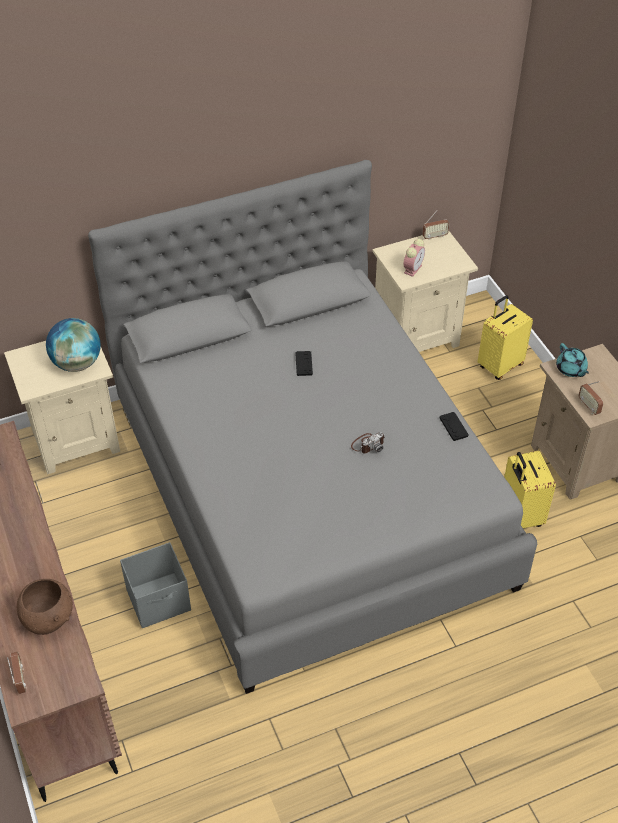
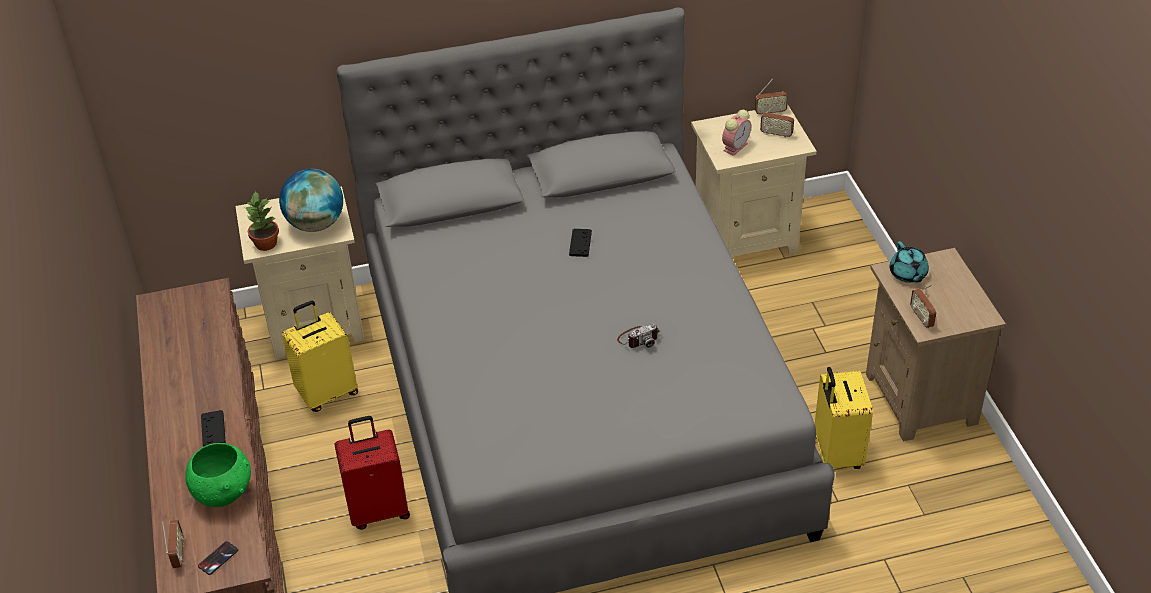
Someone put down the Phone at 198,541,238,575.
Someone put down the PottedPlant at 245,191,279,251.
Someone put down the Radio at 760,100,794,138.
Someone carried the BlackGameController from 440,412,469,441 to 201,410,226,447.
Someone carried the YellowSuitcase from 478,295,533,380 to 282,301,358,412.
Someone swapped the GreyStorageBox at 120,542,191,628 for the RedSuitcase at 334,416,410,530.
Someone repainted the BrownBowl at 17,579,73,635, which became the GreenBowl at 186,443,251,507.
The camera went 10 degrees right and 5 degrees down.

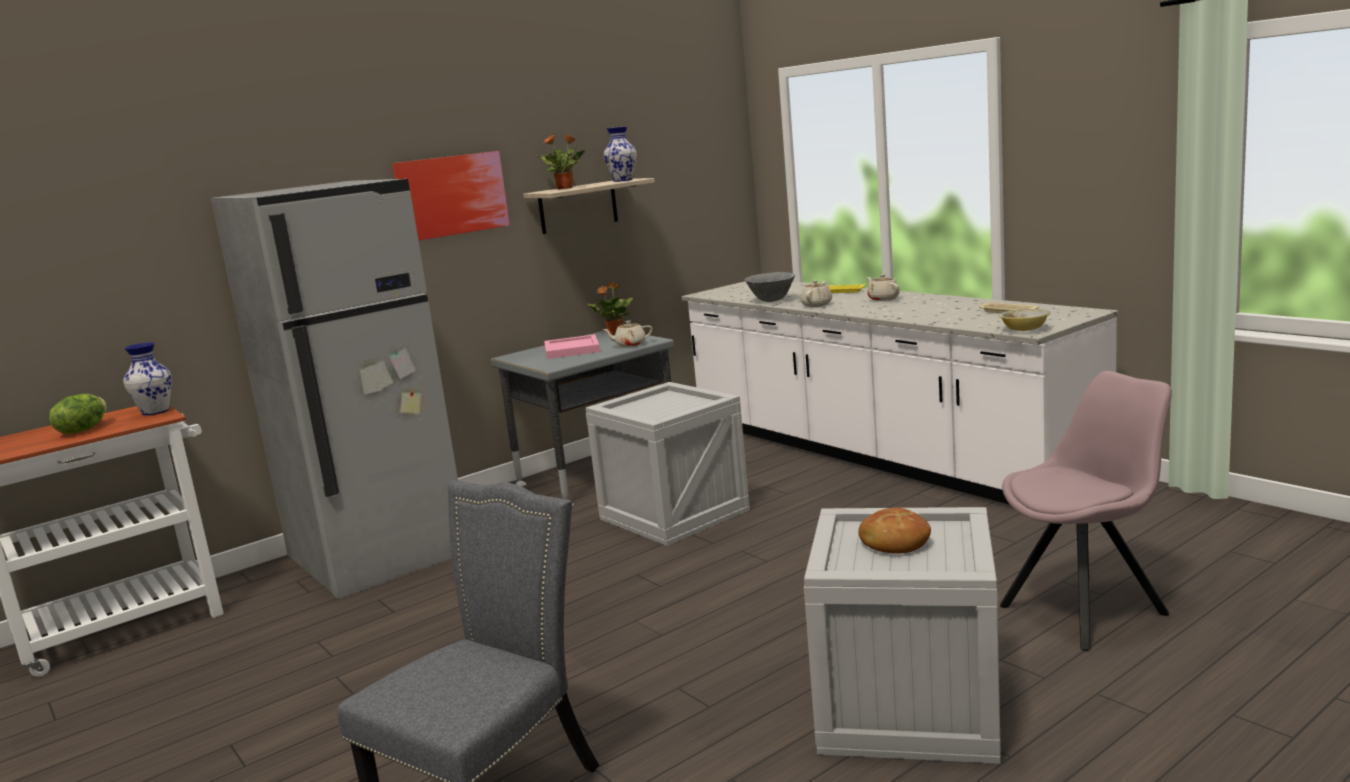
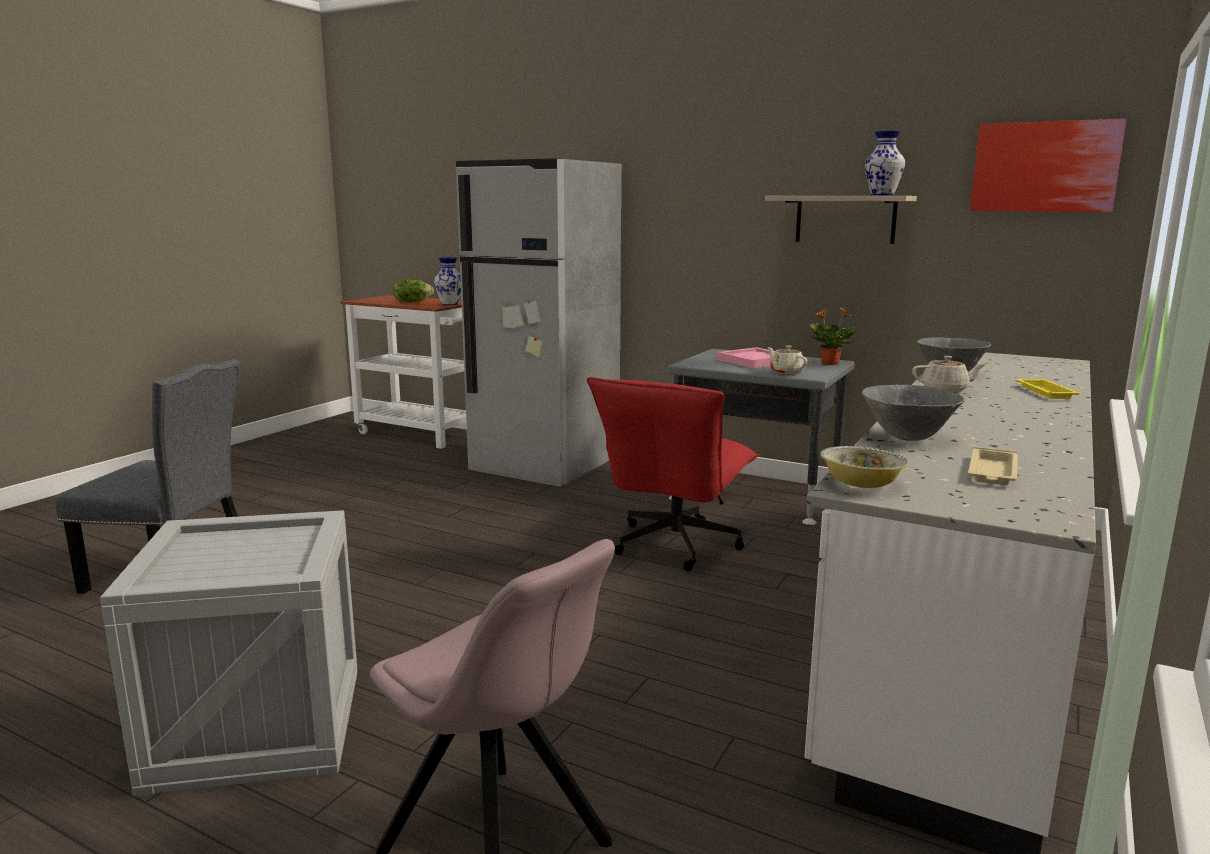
Someone took away the PottedPlant at 538,134,585,189.
Someone took away the Bread at 858,507,931,554.
Someone took away the BeigeTeapot at 867,274,900,301.
Someone put down the GreyBowl at 862,385,965,441.
Someone carried the Picture from 392,151,510,241 to 970,118,1127,212.
Someone swapped the Crate at 586,382,750,546 for the RedOfficeChair at 587,377,761,572.
The camera went 65 degrees right and 0 degrees up.

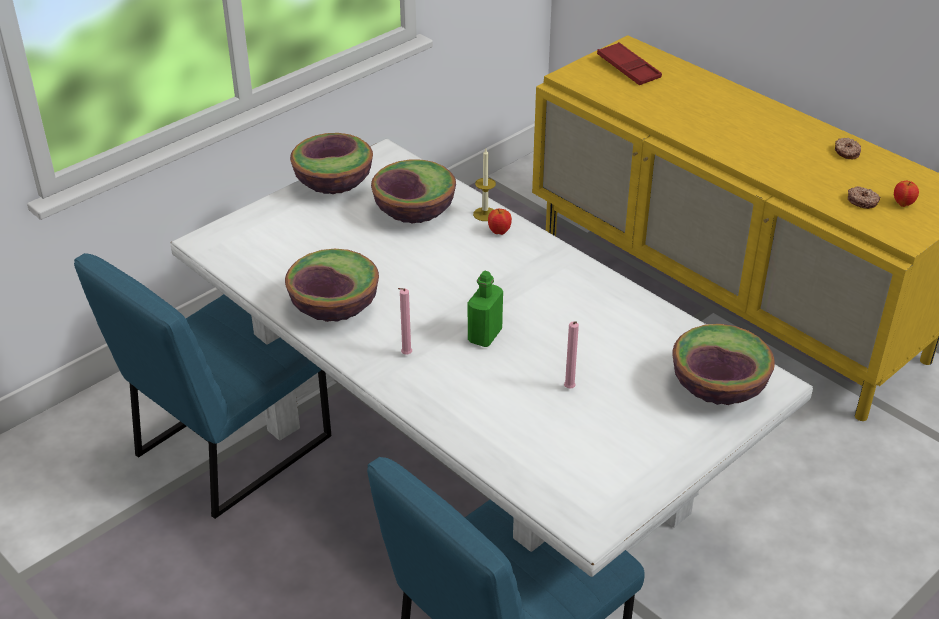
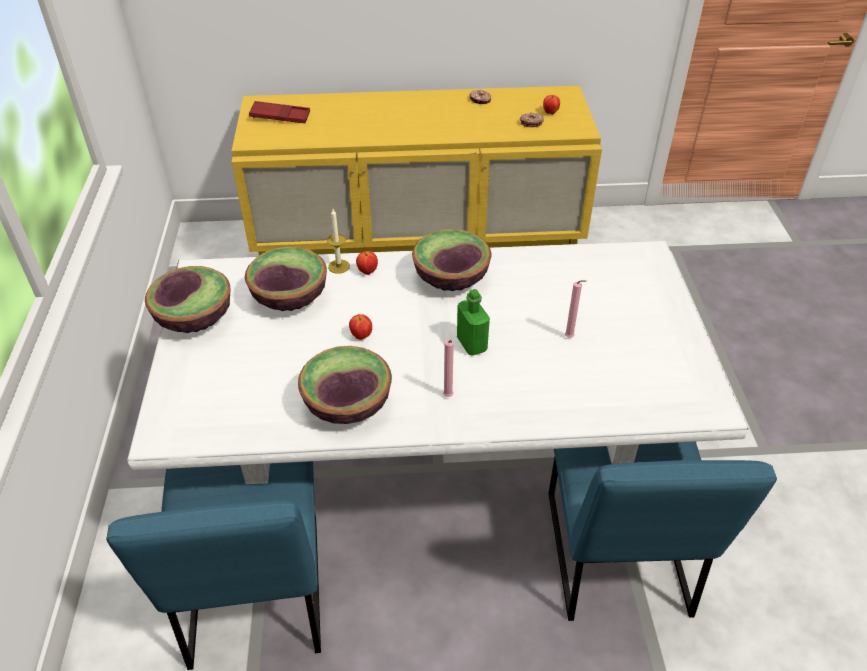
Someone put down the Apple at 349,314,372,340.
Someone carried the Bowl from 673,324,775,405 to 412,229,491,291.
The camera went 50 degrees left and 5 degrees up.

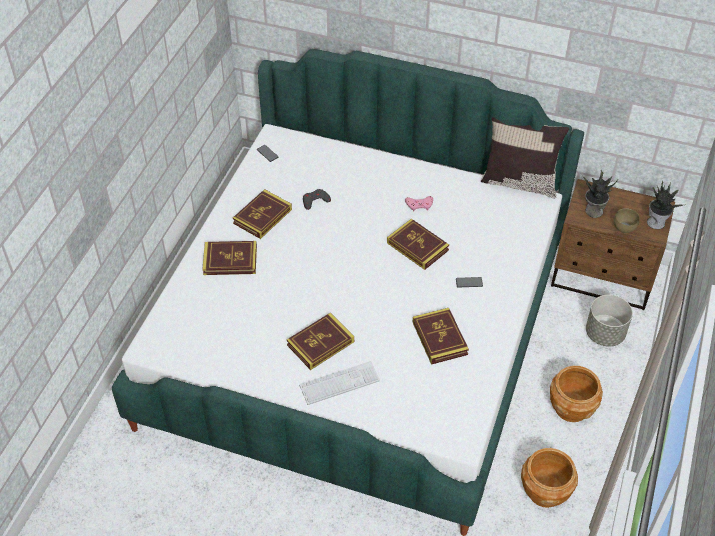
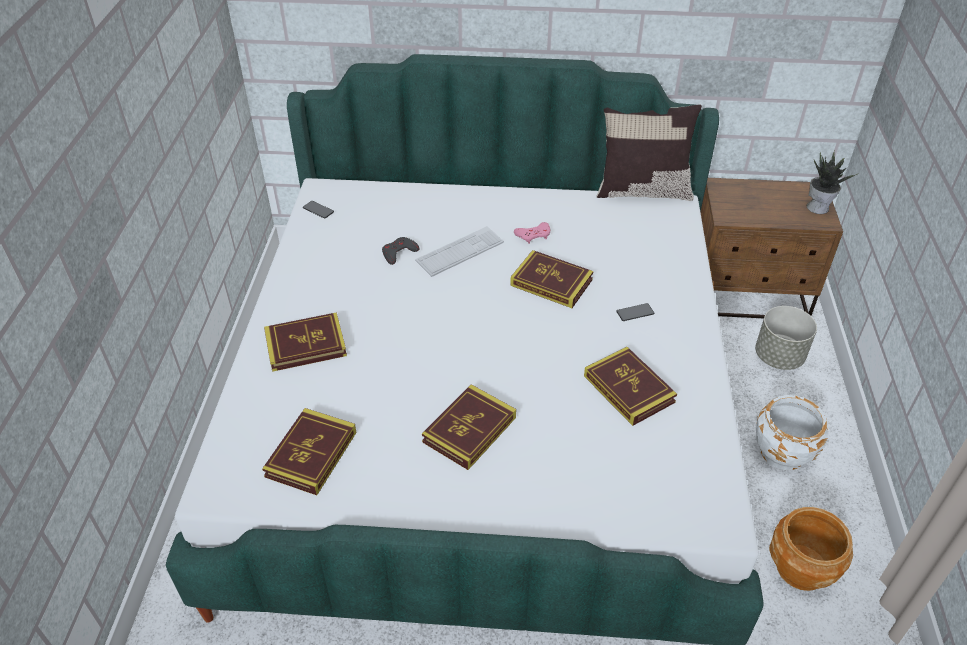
Someone took away the PottedPlant at 582,170,618,218.
Someone took away the BrownBowl at 614,208,640,233.
Someone carried the Book from 233,189,292,239 to 262,408,357,495.
Someone carried the Keyboard from 299,361,380,405 to 415,226,504,277.
Someone repainted the BrownPlanter at 550,366,603,422, which became the WhitePlanter at 756,395,828,470.
The camera went 15 degrees left and 5 degrees down.

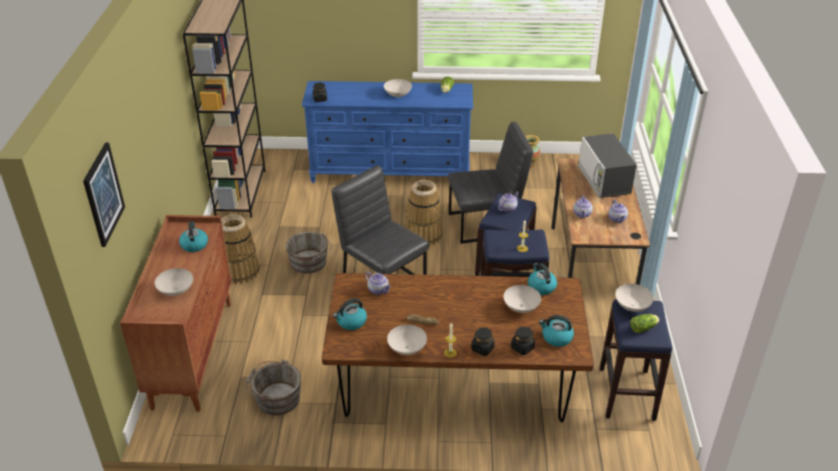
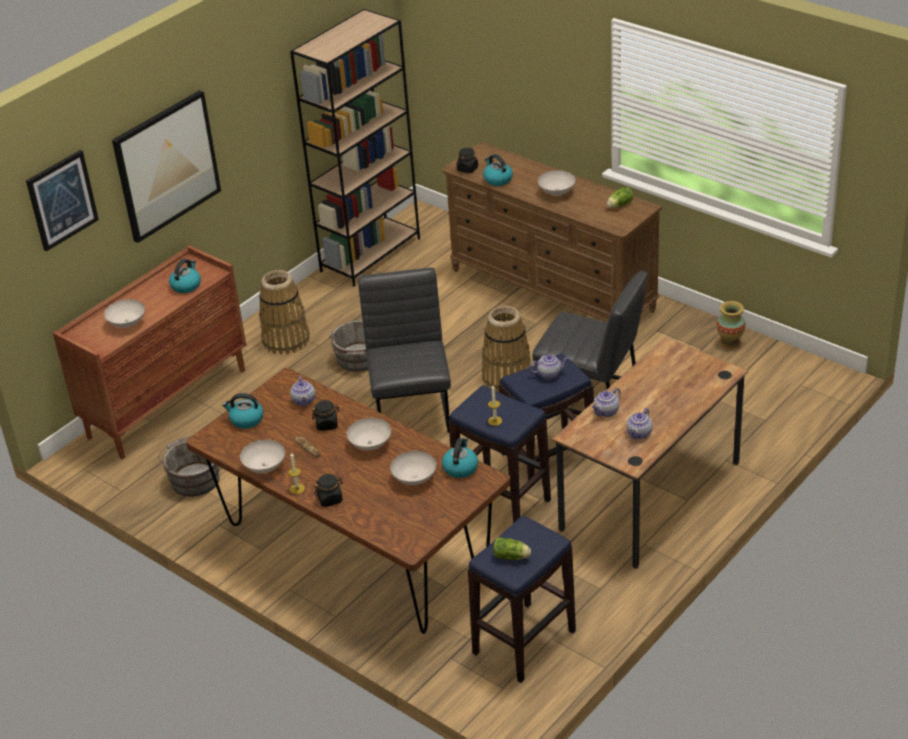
Someone took away the Microwave at 578,133,637,198.
Someone put up the Picture at 112,90,221,243.
Someone carried the BlackJar from 511,327,535,355 to 312,400,339,431.
Someone carried the Kettle from 539,315,574,347 to 483,154,513,186.
Someone carried the WhiteBowl from 615,284,654,312 to 346,418,391,450.
Someone repainted the BlueDresser at 302,81,473,183, which became the BrownDresser at 443,142,662,322.
The camera went 40 degrees right and 0 degrees up.

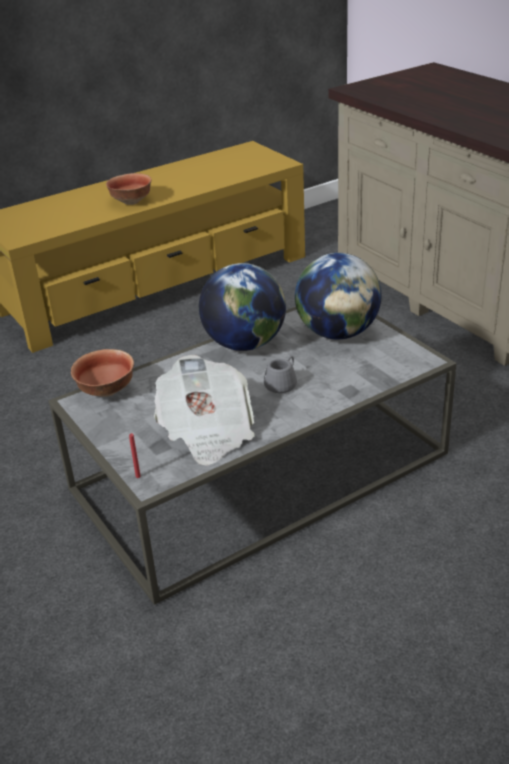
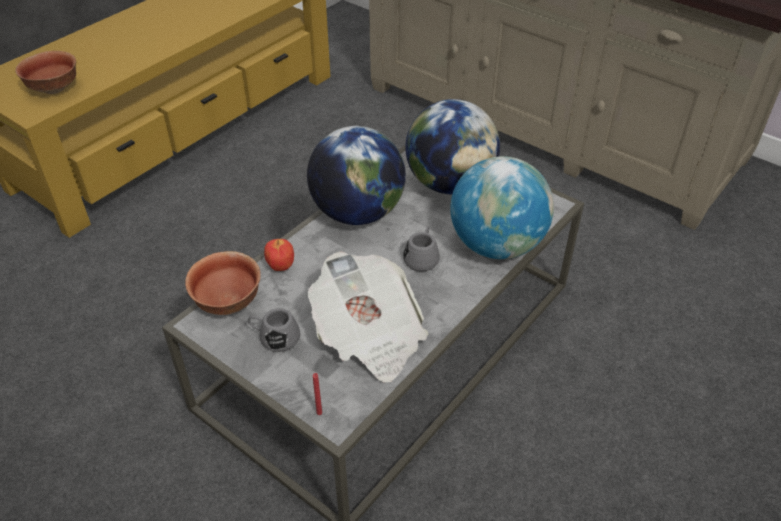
Someone put down the GreyMug at 248,308,300,352.
Someone put down the Apple at 264,239,294,271.
Someone put down the Globe at 450,156,554,259.
Someone carried the Bowl from 106,173,152,205 to 16,51,76,94.
The camera went 20 degrees left and 10 degrees up.

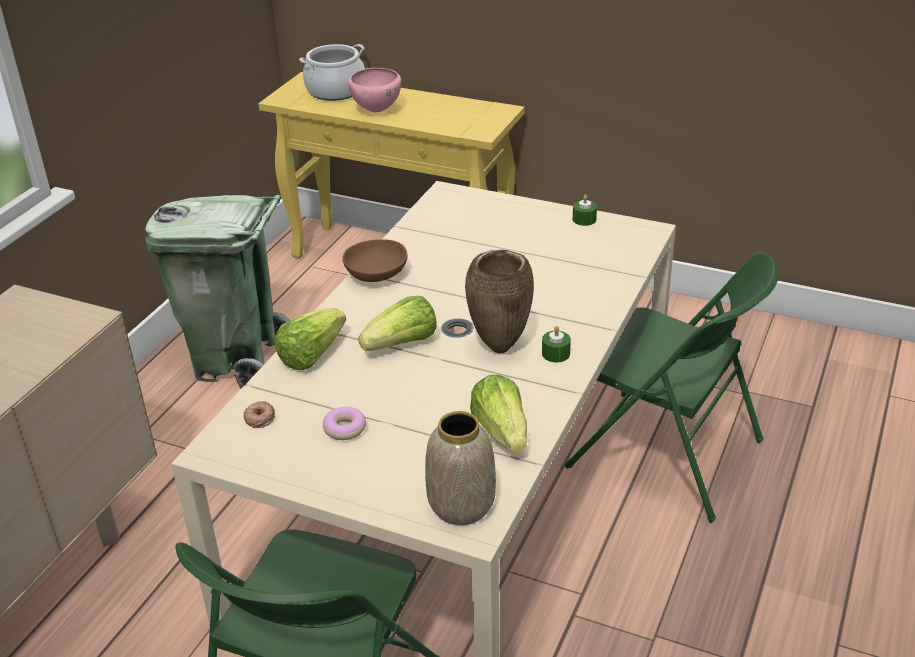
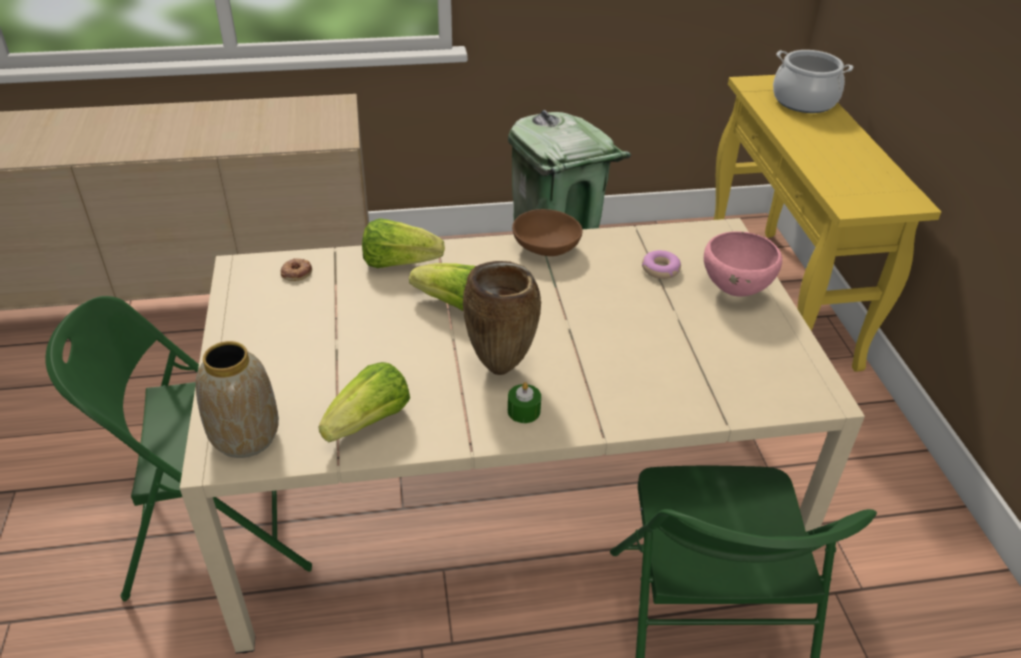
Someone took away the GreenCandle at 573,194,597,226.
Someone carried the Donut from 323,407,366,440 to 642,250,681,279.
Someone carried the PinkBowl from 348,68,401,112 to 704,231,782,297.
The camera went 55 degrees right and 5 degrees up.

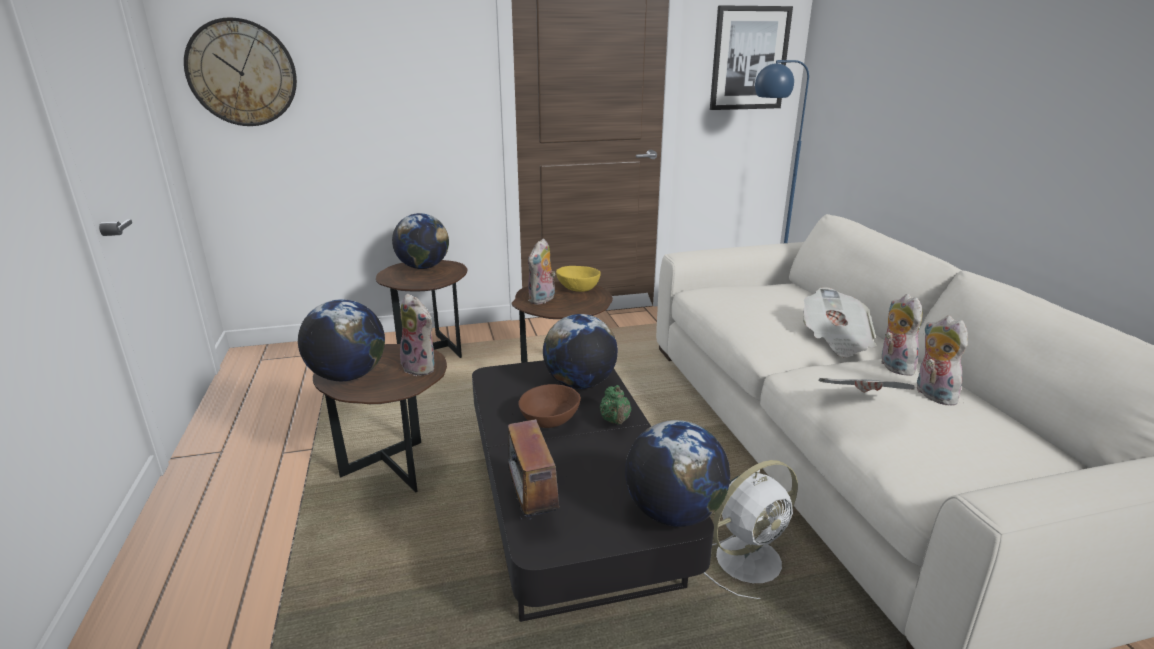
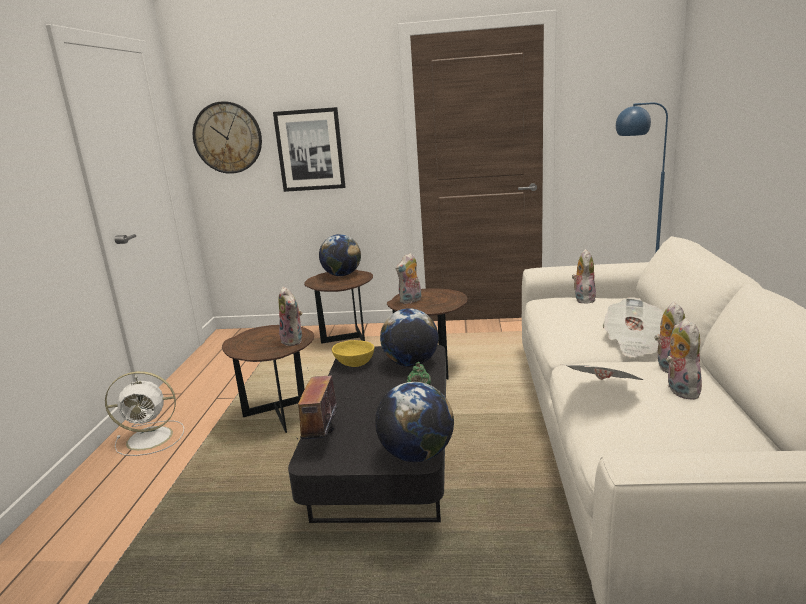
Someone took away the Globe at 298,299,385,381.
Someone took away the BrownBowl at 518,384,581,428.
Someone put down the PlushToy at 572,249,596,303.
Someone carried the YellowBowl from 556,266,601,292 to 332,340,374,367.
Someone carried the WhiteFan from 704,460,798,599 to 105,371,184,456.
Someone carried the Picture from 710,5,793,110 to 273,107,345,192.
The camera went 20 degrees right and 5 degrees down.

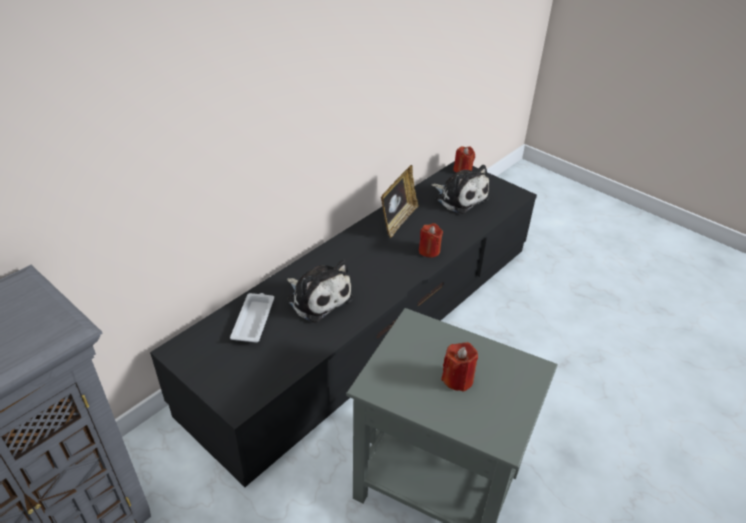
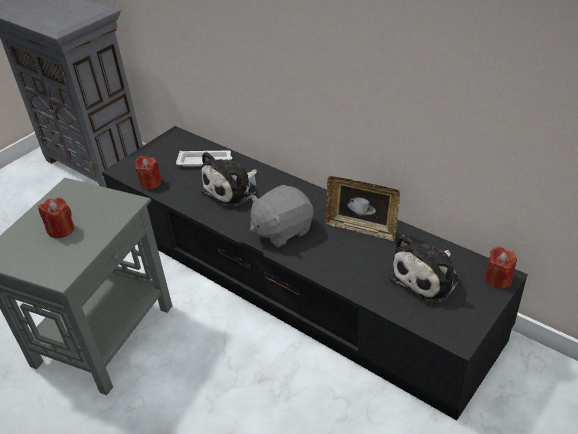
Someone put down the GreyPlushToy at 250,185,314,248.
Someone carried the RedCandle from 419,223,443,257 to 135,156,162,189.
The camera went 90 degrees right and 0 degrees up.

